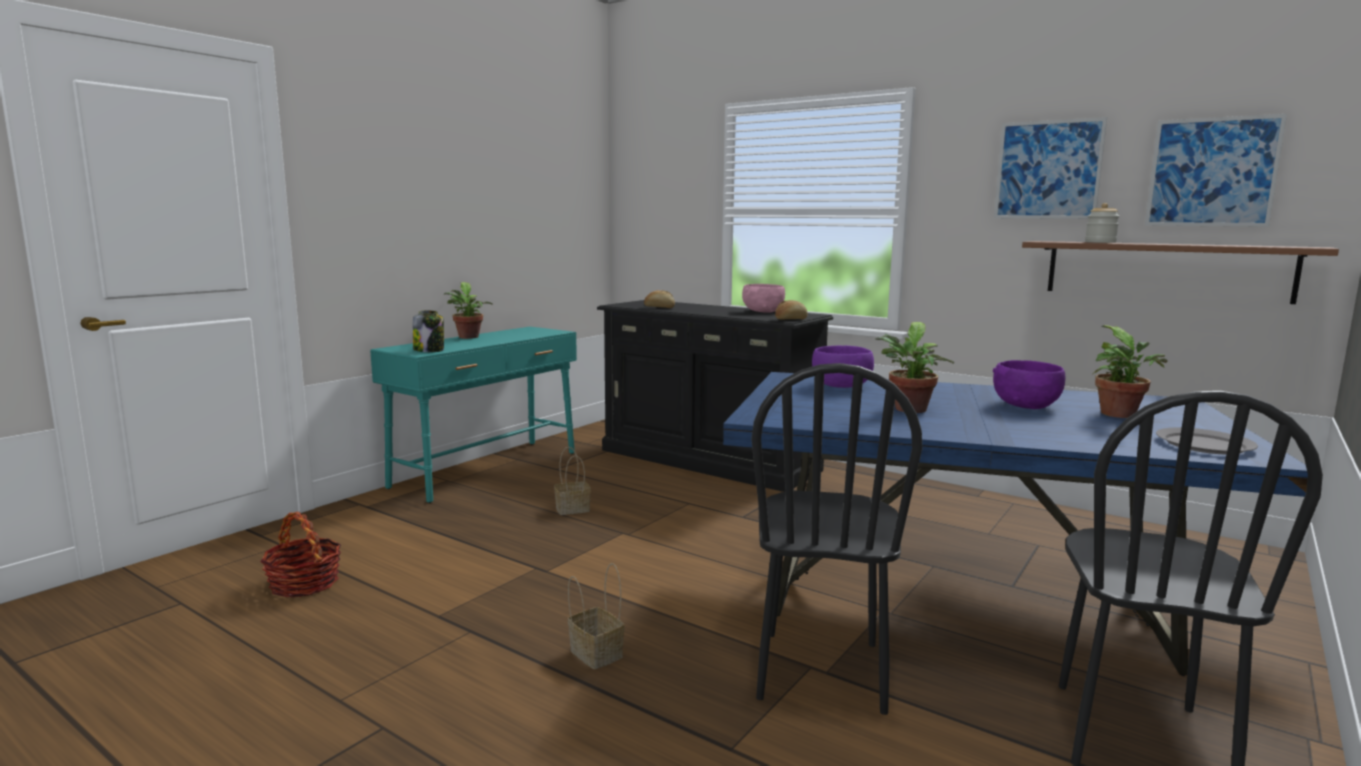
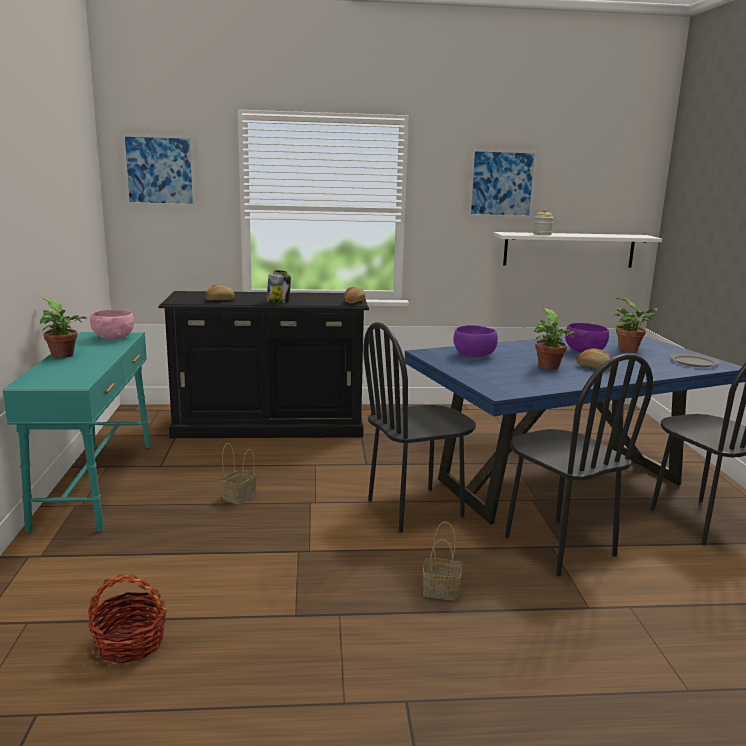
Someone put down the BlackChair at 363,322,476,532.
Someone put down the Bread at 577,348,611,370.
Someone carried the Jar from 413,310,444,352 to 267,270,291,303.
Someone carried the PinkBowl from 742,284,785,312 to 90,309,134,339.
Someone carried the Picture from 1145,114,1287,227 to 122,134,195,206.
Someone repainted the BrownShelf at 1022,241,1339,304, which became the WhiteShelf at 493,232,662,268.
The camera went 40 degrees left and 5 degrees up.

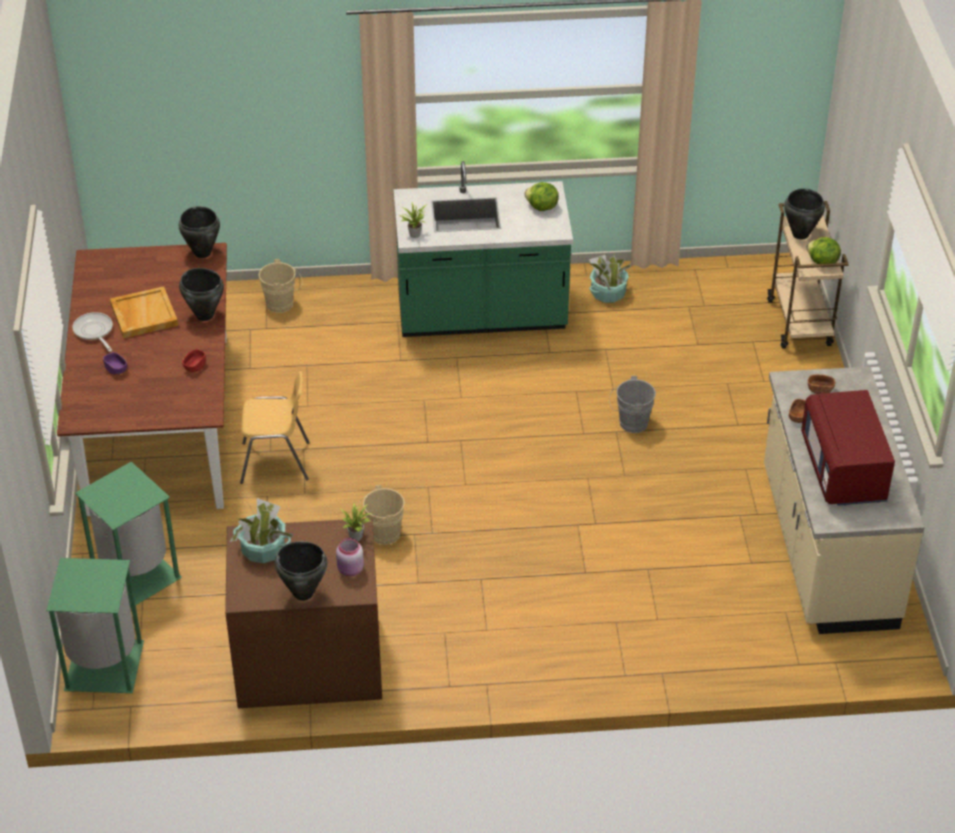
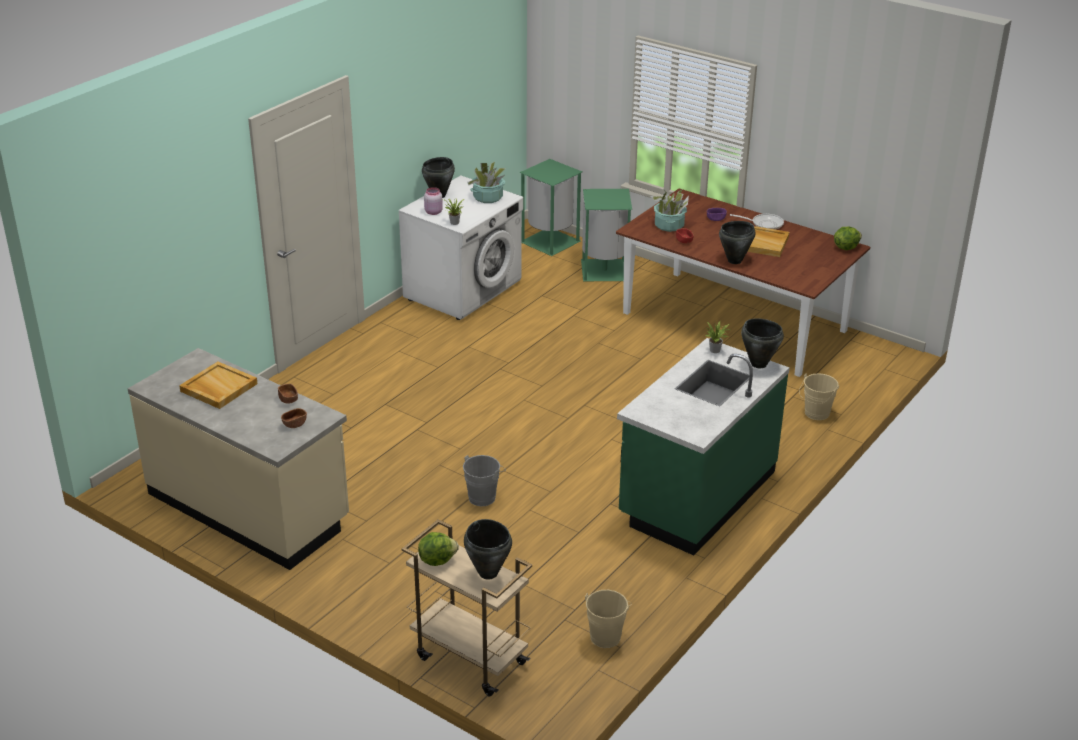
Someone took away the YellowChair at 240,371,310,484.
Someone carried the BlackCookingPot from 179,206,220,258 to 741,318,784,368.
Someone carried the BeigeBucket from 357,485,405,545 to 585,590,632,648.
Someone carried the Lettuce from 524,182,559,211 to 834,227,862,250.
Someone carried the PottedPlant from 589,255,632,303 to 650,188,689,232.
Someone swapped the RedMicrowave at 801,390,895,506 for the BeigeTray at 179,362,257,409.
Someone repainted the BrownWashingMachine at 225,518,382,708, which became the WhiteWashingMachine at 399,176,523,320.
The camera went 130 degrees right and 10 degrees down.

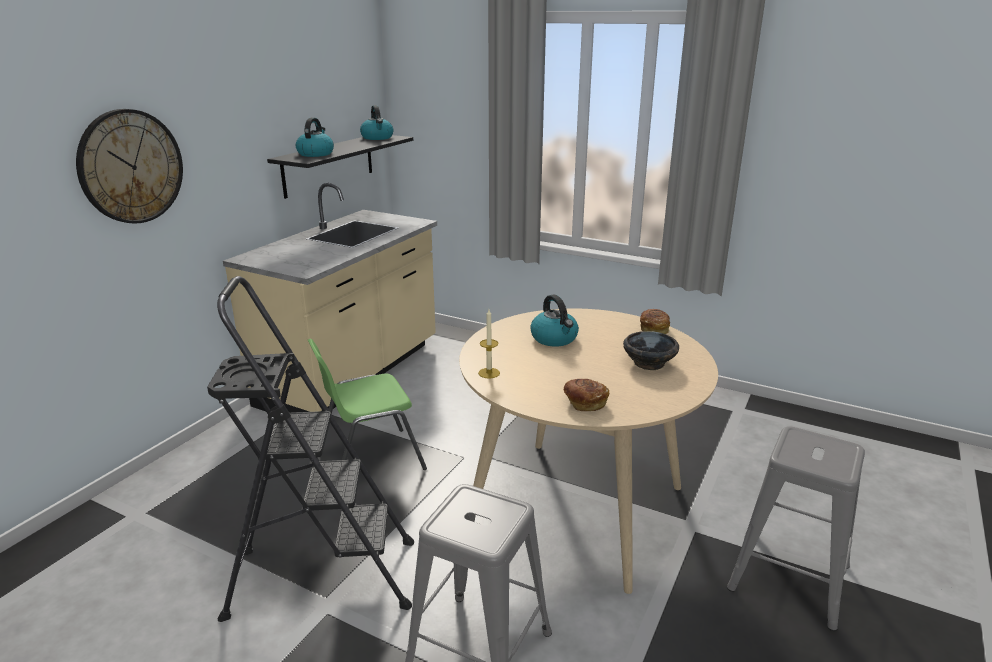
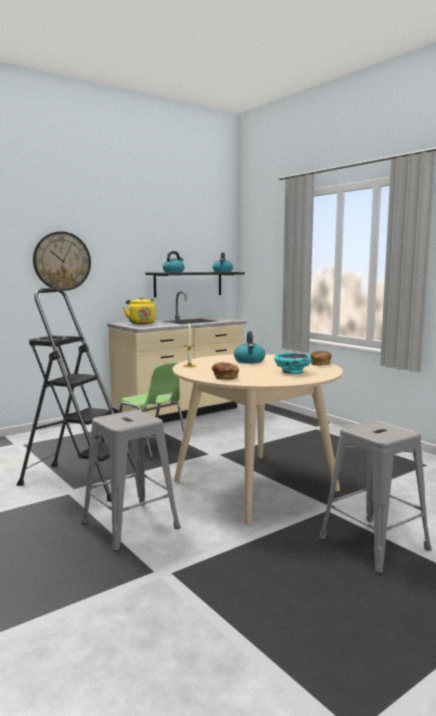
Someone put down the YellowKettle at 123,297,156,324.
Someone repainted the BlackBowl at 623,331,679,370, which became the TurquoiseBowl at 274,353,312,374.
Someone rotated the GreenChair at 308,339,427,470 by 135 degrees counterclockwise.
The camera went 25 degrees right and 15 degrees down.

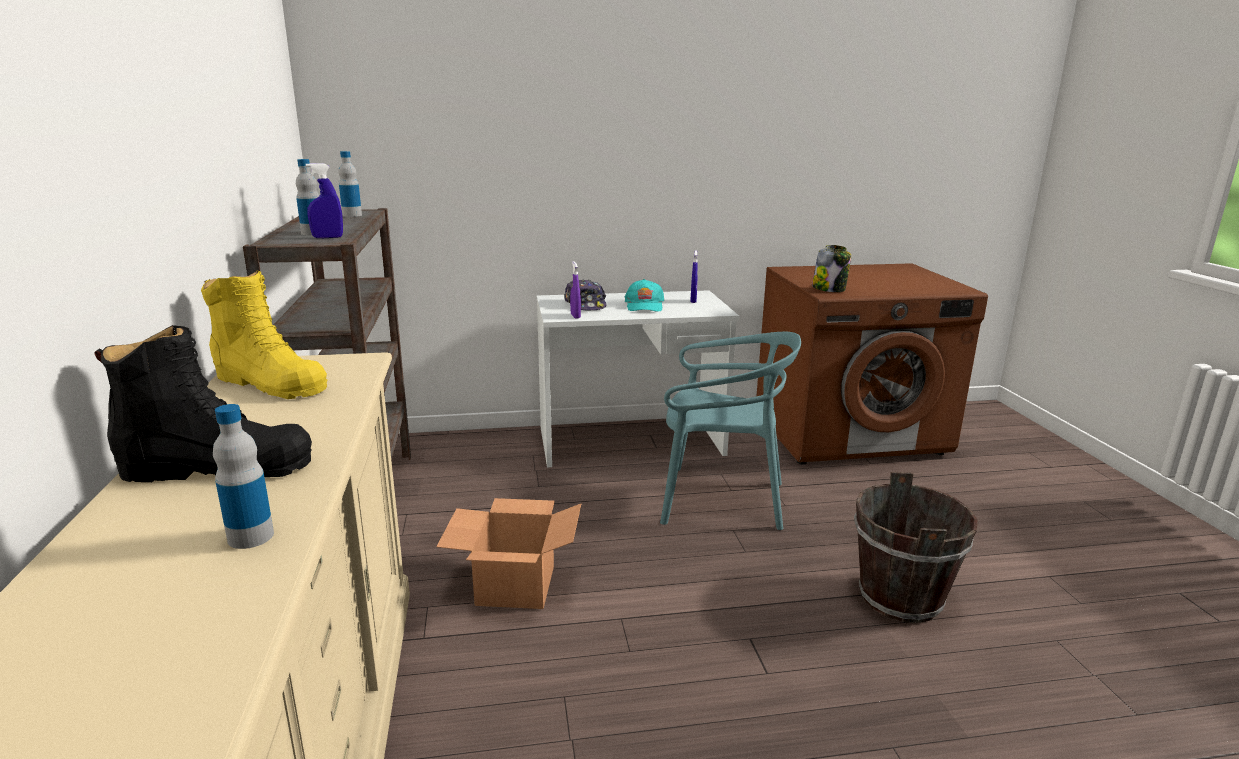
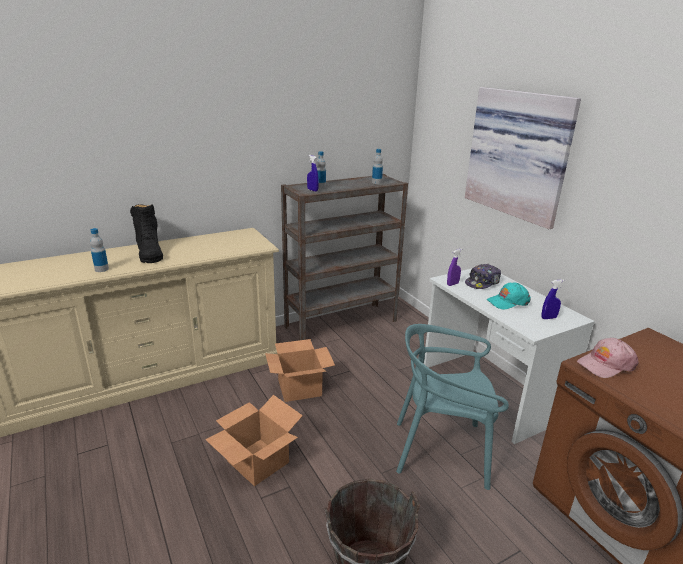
Someone took away the YellowBoot at 201,270,328,399.
Someone put down the CardboardBox at 205,395,303,486.
Someone put up the Picture at 465,87,581,229.
Someone swapped the Jar at 812,245,851,292 for the PinkCap at 577,338,639,378.
Someone rotated the TurquoiseChair at 660,332,801,530 by 105 degrees clockwise.
The camera went 70 degrees right and 5 degrees up.

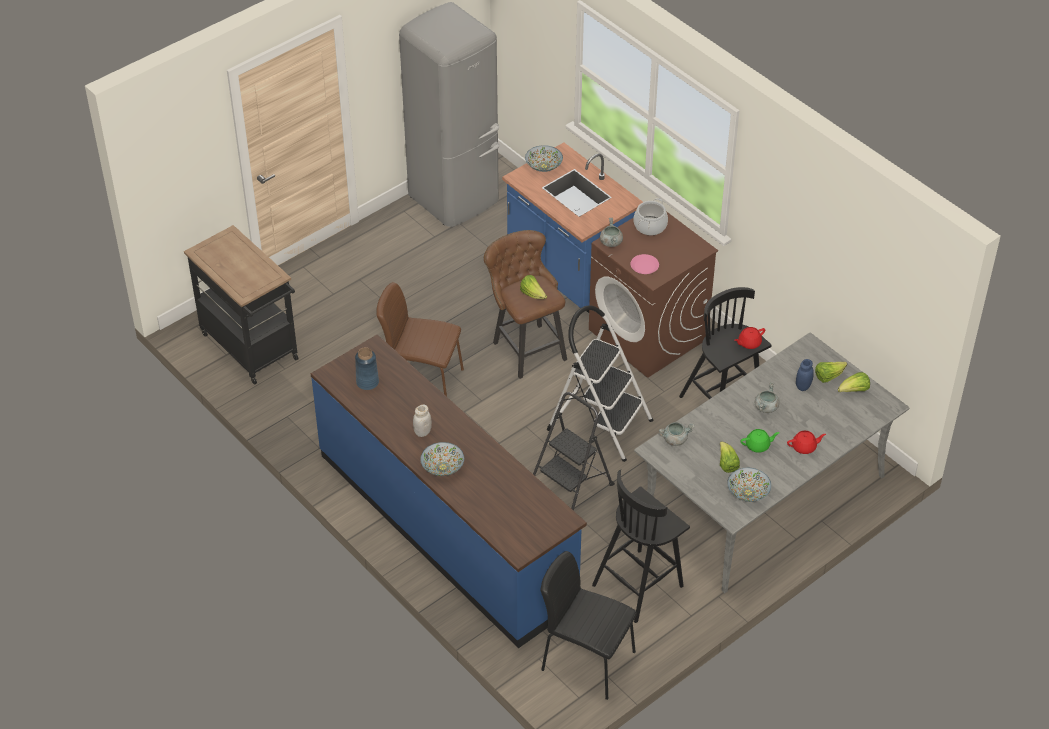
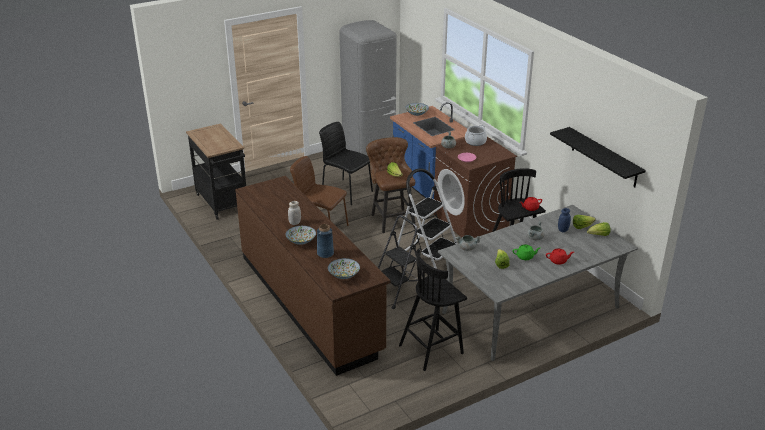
Someone put up the BlackShelf at 550,127,646,187.
Someone carried the BlueVase from 355,347,379,390 to 317,224,334,258.
Someone carried the BlackChair from 540,551,637,700 to 319,122,373,205.
Someone carried the Bowl from 727,468,771,502 to 328,258,360,279.
Someone repainted the BlueCounter at 311,334,587,648, which became the BrownCounter at 235,176,391,376.
The camera went 10 degrees right and 15 degrees down.

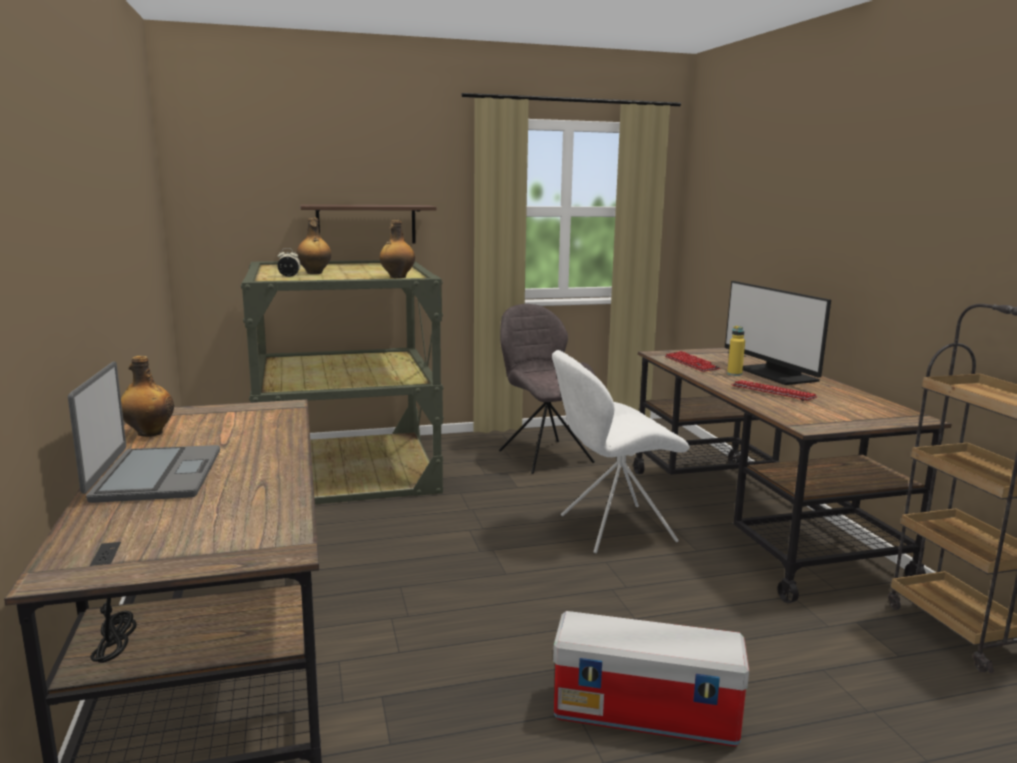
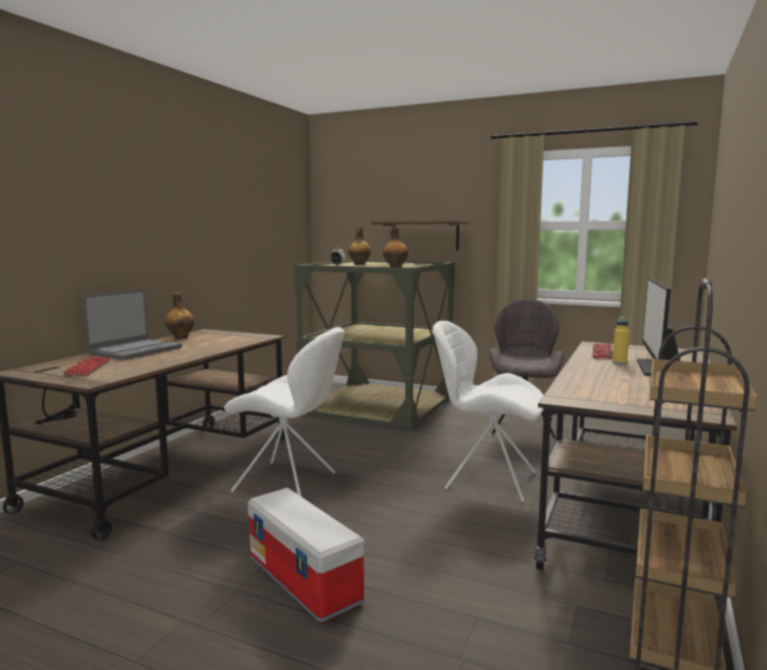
Someone put down the WhiteChair at 224,327,344,496.
Someone carried the Keyboard from 731,380,817,401 to 63,356,111,376.
The camera went 40 degrees right and 5 degrees down.

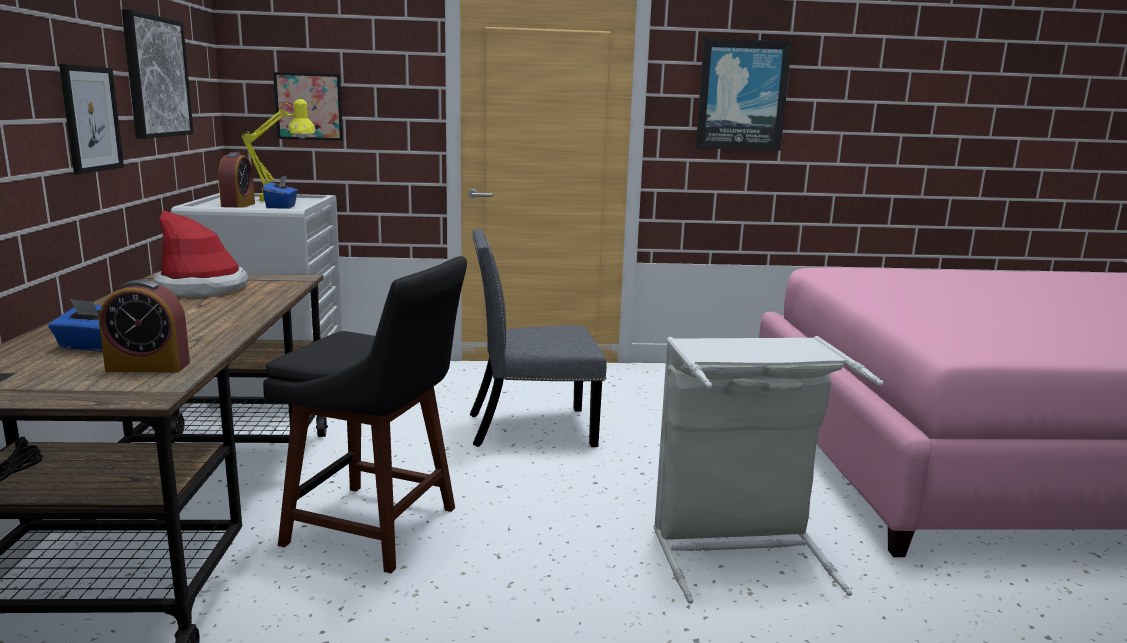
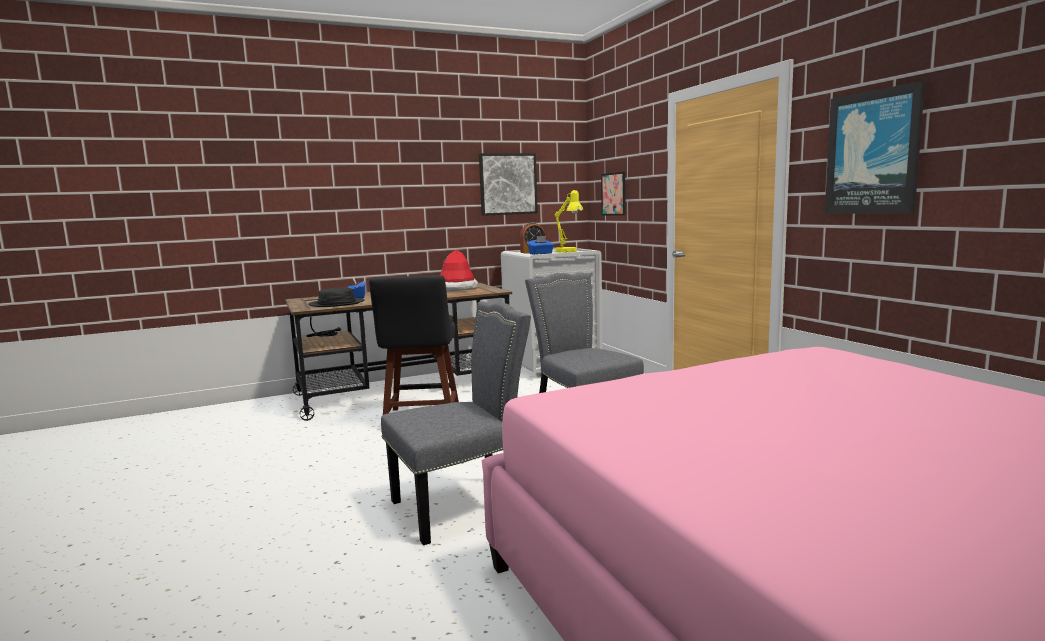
Someone took away the Picture at 59,64,124,175.
Someone swapped the AlarmClock at 99,279,190,372 for the BlackHat at 308,287,364,307.
Someone swapped the GreyLaundryBasket at 654,336,884,604 for the GreyChair at 381,301,531,545.
The camera went 70 degrees right and 5 degrees down.

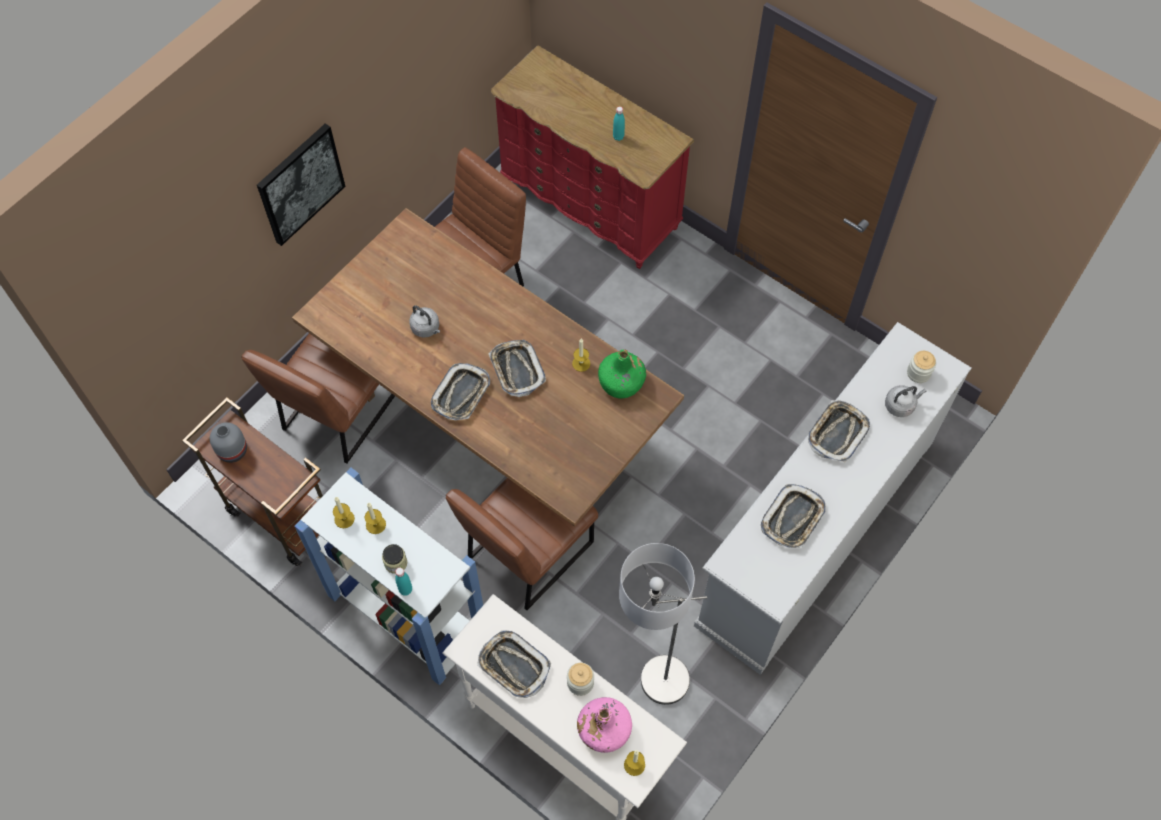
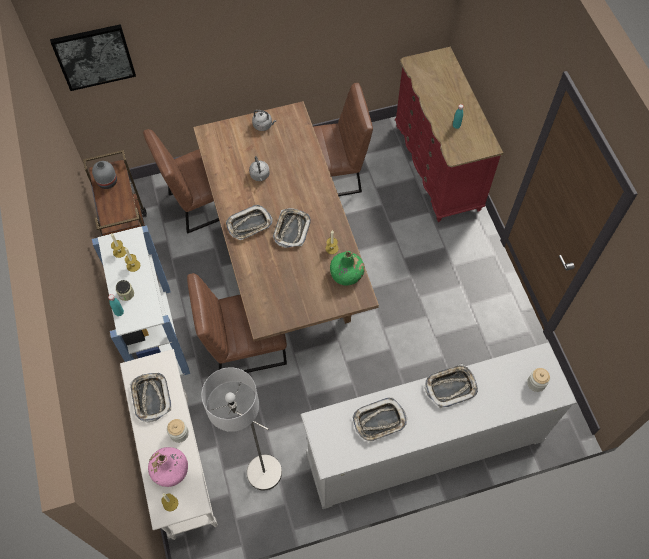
Someone carried the Picture from 257,123,346,246 to 50,24,136,91.
Someone carried the GreyKettle from 885,385,926,417 to 252,110,276,131.
The camera went 35 degrees right and 0 degrees up.

